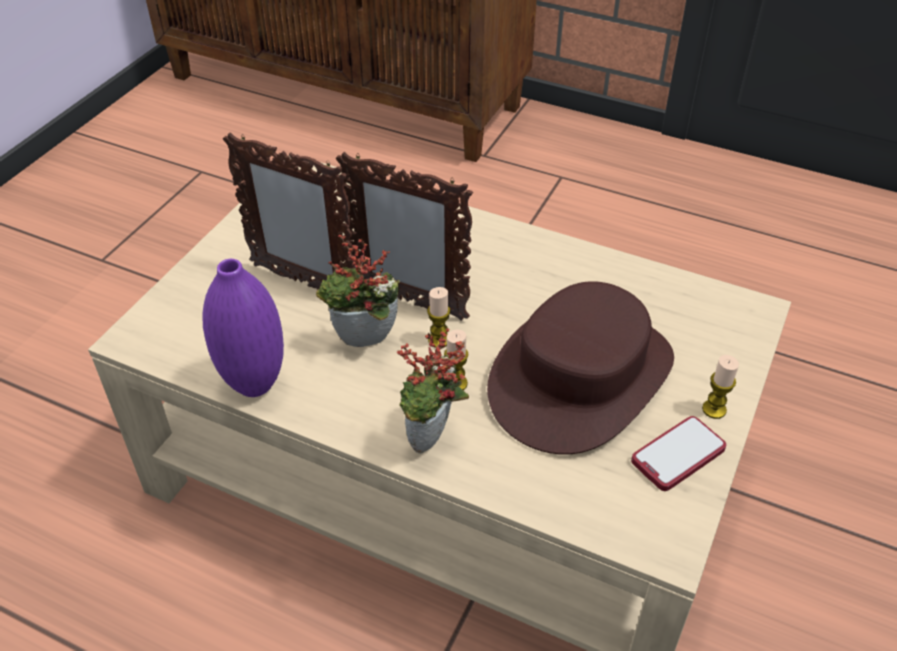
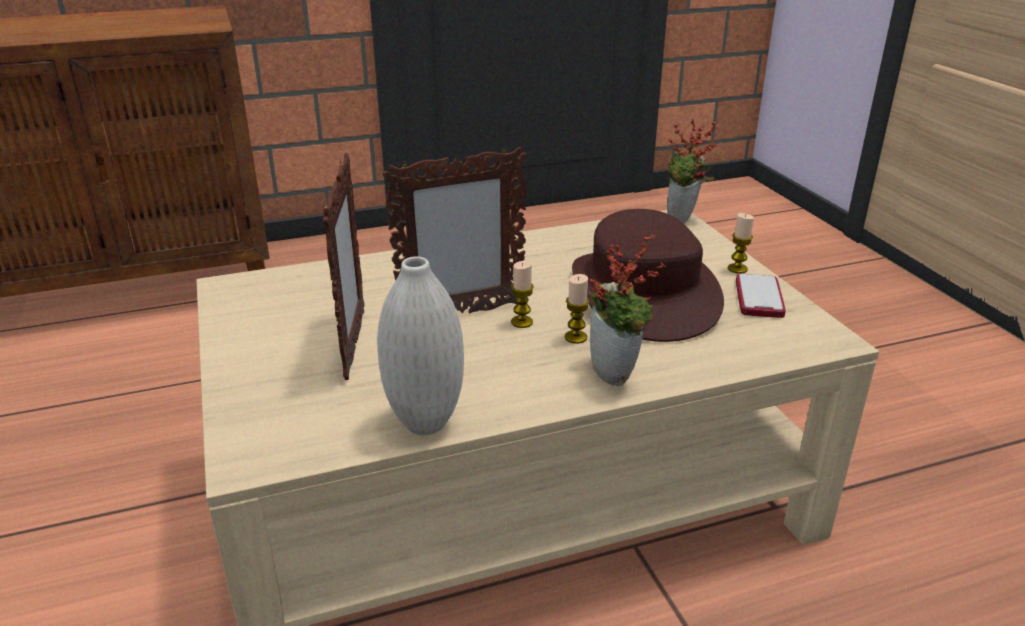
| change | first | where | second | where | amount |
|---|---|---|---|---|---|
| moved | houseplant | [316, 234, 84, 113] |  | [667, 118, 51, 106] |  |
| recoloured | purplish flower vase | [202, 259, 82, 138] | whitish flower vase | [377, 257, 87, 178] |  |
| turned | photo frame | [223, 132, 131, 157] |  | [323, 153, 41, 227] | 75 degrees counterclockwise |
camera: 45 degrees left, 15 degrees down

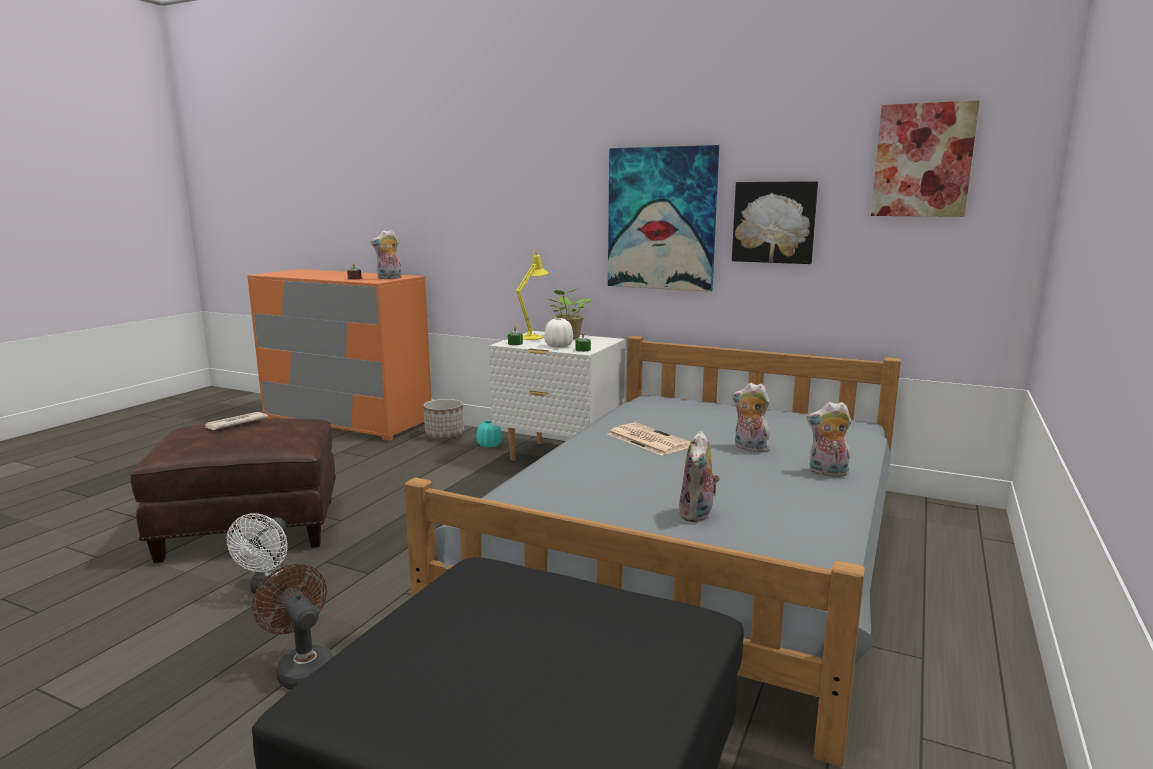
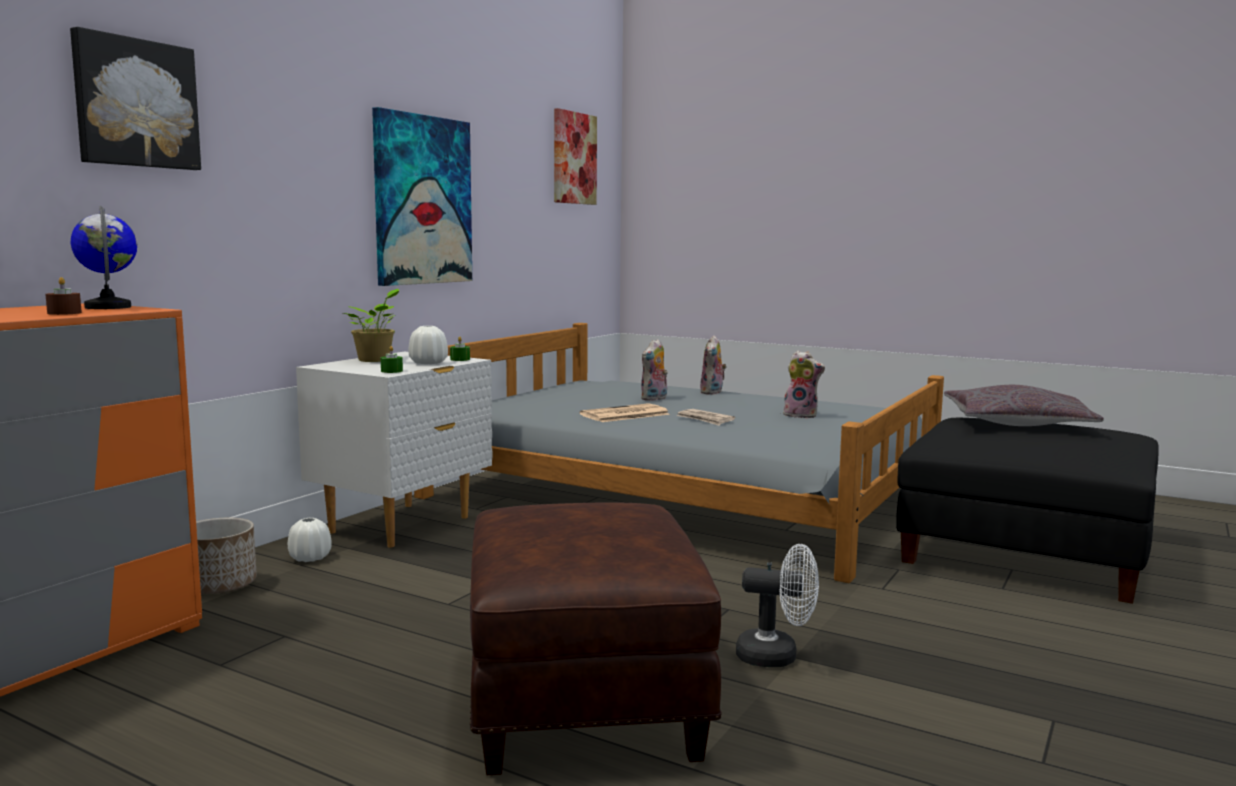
| change | first | where | second | where | amount |
|---|---|---|---|---|---|
| removed | brown-coloured cooling fan | [252, 564, 82, 126] |  |  |  |
| removed | yellowish lamp for a table | [516, 251, 33, 89] |  |  |  |
| added |  |  | gray pillow | [944, 385, 160, 41] |  |
| moved | newspaper | [203, 412, 65, 18] |  | [676, 409, 59, 17] |  |
| moved | wall art | [732, 181, 86, 83] |  | [70, 27, 131, 143] |  |
| replaced | cuddly toy | [371, 230, 31, 49] | desk globe | [71, 206, 66, 103] |  |
| recoloured | turquoise flower vase | [476, 421, 26, 27] | whitish flower vase | [288, 518, 44, 44] |  |
camera: 85 degrees left, 5 degrees down

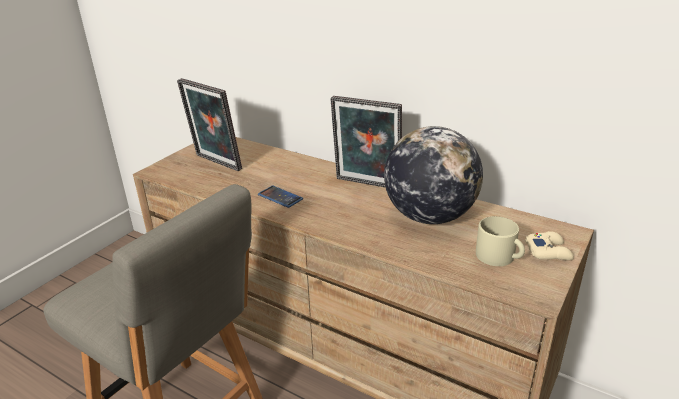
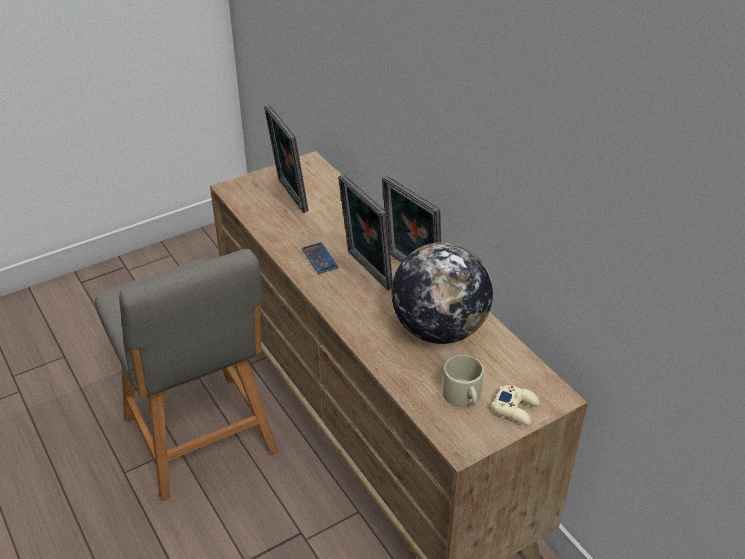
| change | first | where | second | where | amount |
|---|---|---|---|---|---|
| added |  |  | photo frame | [338, 174, 55, 117] |  |
camera: 25 degrees right, 10 degrees up

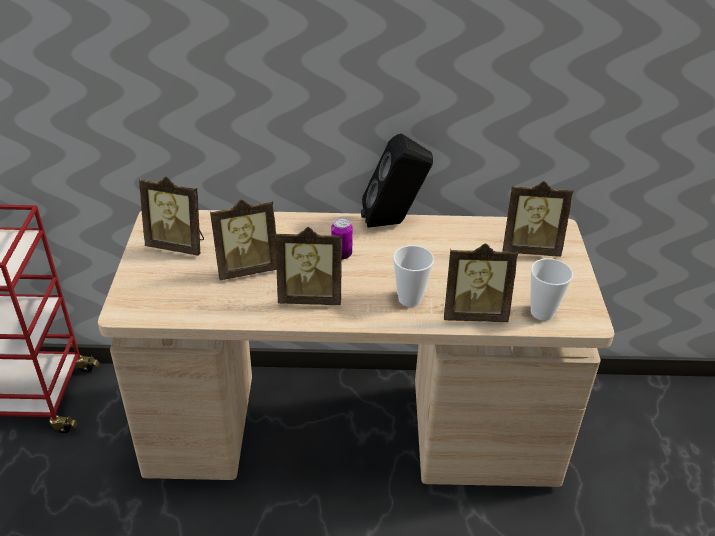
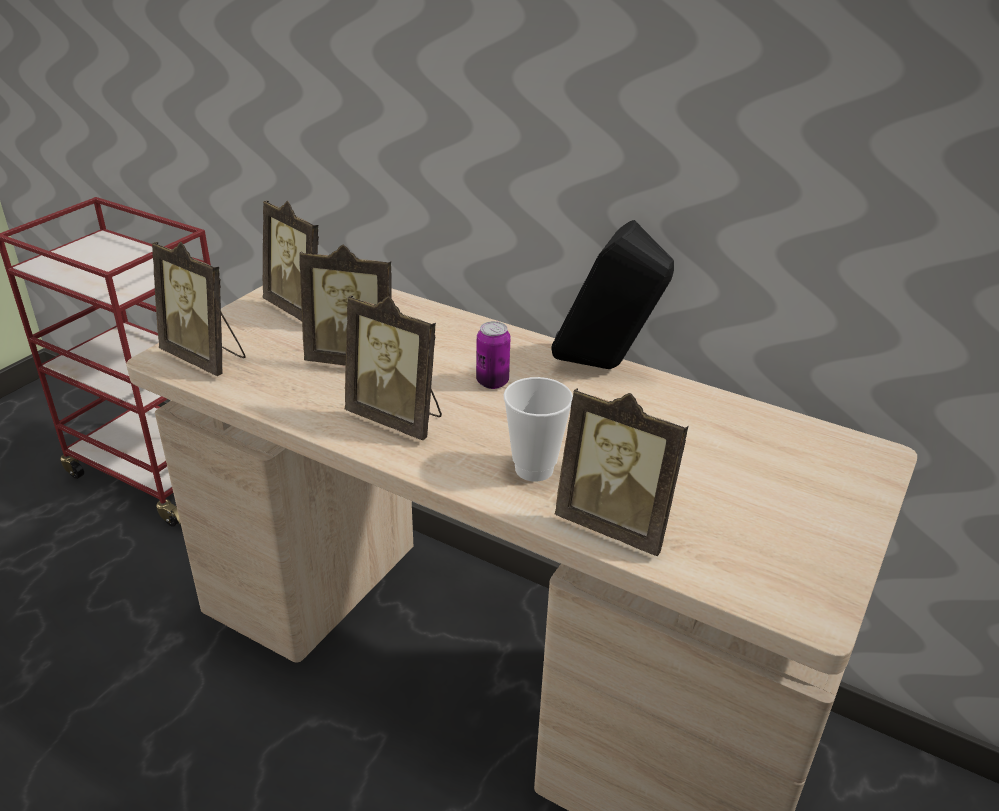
| change | first | where | second | where | amount |
|---|---|---|---|---|---|
| removed | drinking cup | [530, 258, 43, 63] |  |  |  |
| moved | photo frame | [503, 181, 71, 76] |  | [152, 242, 93, 134] |  |
camera: 30 degrees right, 5 degrees down

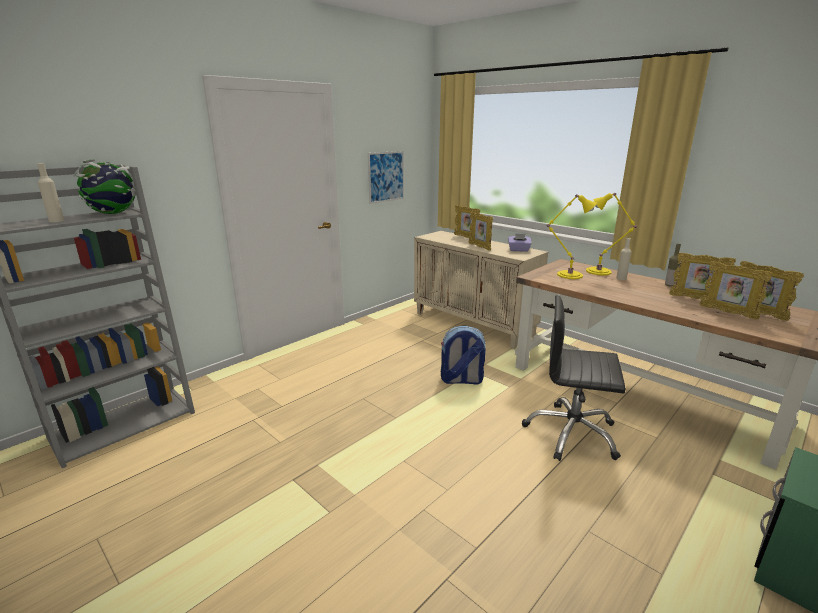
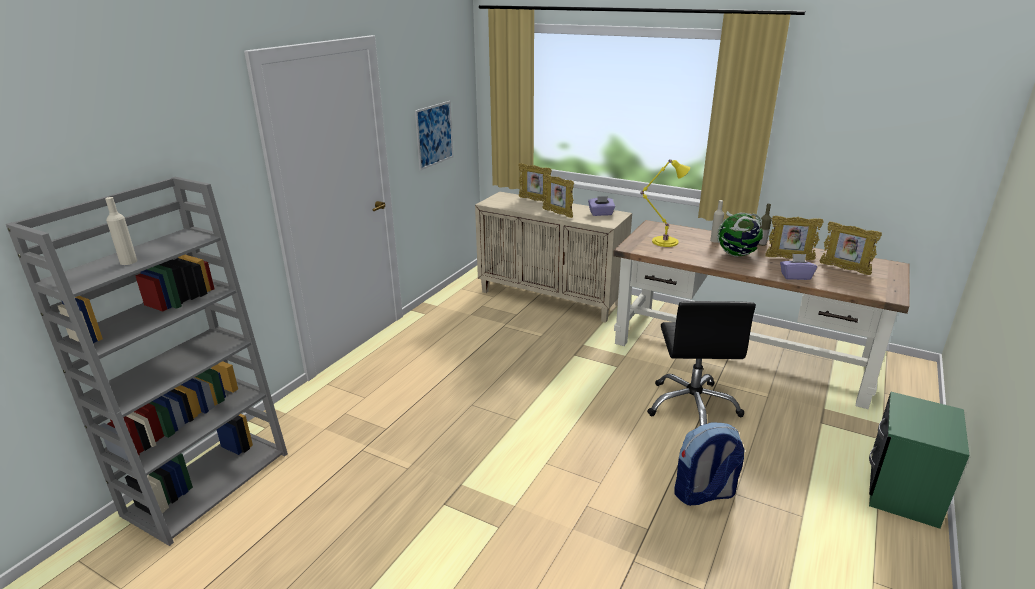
| change | first | where | second | where | amount |
|---|---|---|---|---|---|
| removed | yellowish lamp for a table | [586, 193, 52, 82] |  |  |  |
| removed | photo frame | [700, 261, 73, 59] |  |  |  |
| added |  |  | purplish box of tissues | [780, 254, 37, 26] |  |
| moved | desk globe | [74, 159, 62, 55] |  | [718, 211, 45, 46] |  |
| moved | rucksack | [441, 325, 45, 60] |  | [674, 422, 71, 84] |  |
| turned | blackish desk chair | [522, 295, 104, 166] |  | [647, 301, 109, 125] | 90 degrees counterclockwise |
camera: 15 degrees left, 5 degrees up

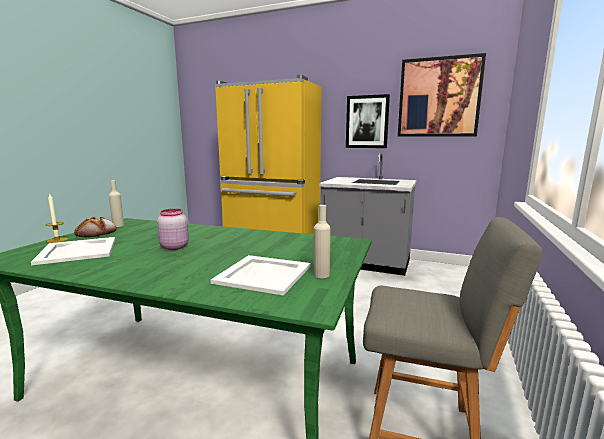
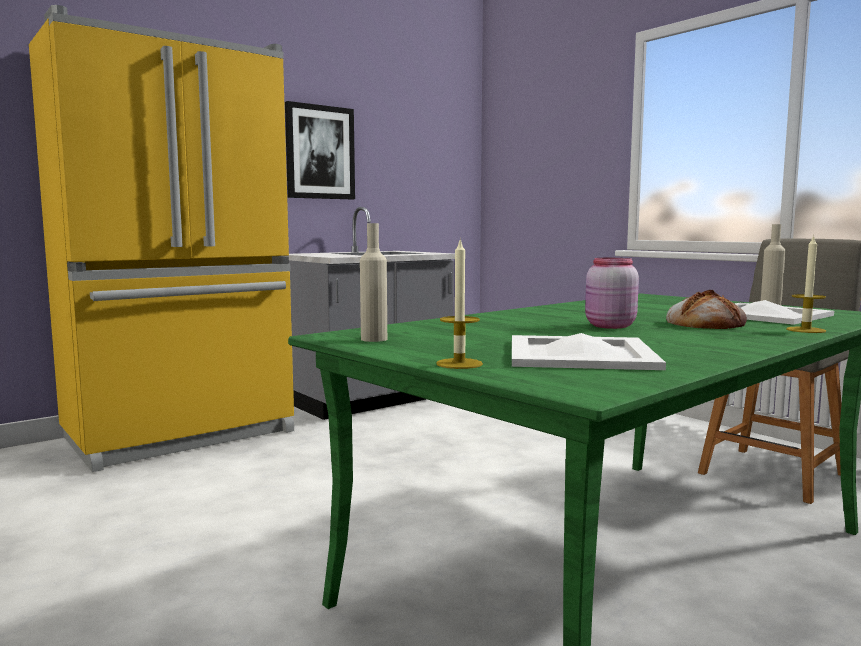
| change | first | where | second | where | amount |
|---|---|---|---|---|---|
| removed | wall art | [398, 53, 88, 84] |  |  |  |
| added |  |  | candle | [786, 235, 40, 98] |  |
| moved | bakery bread | [74, 216, 43, 21] |  | [666, 290, 81, 39] |  |
camera: 60 degrees left, 5 degrees down

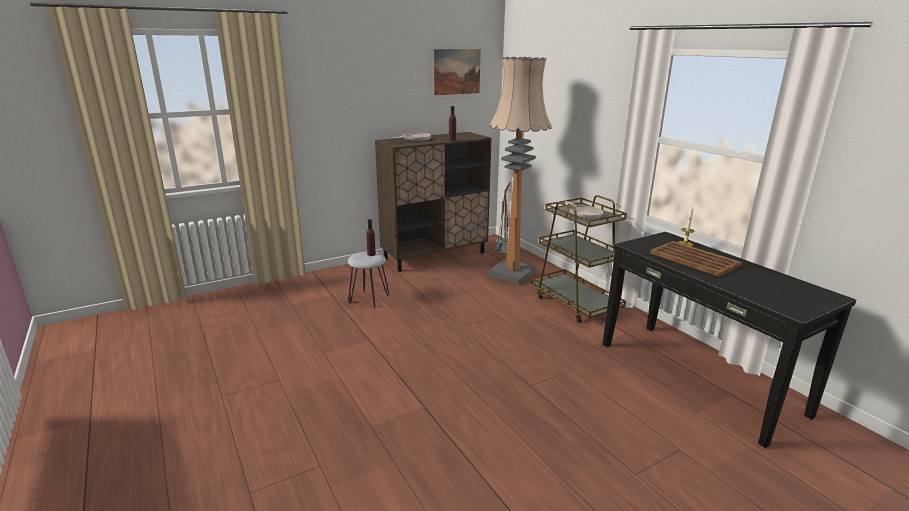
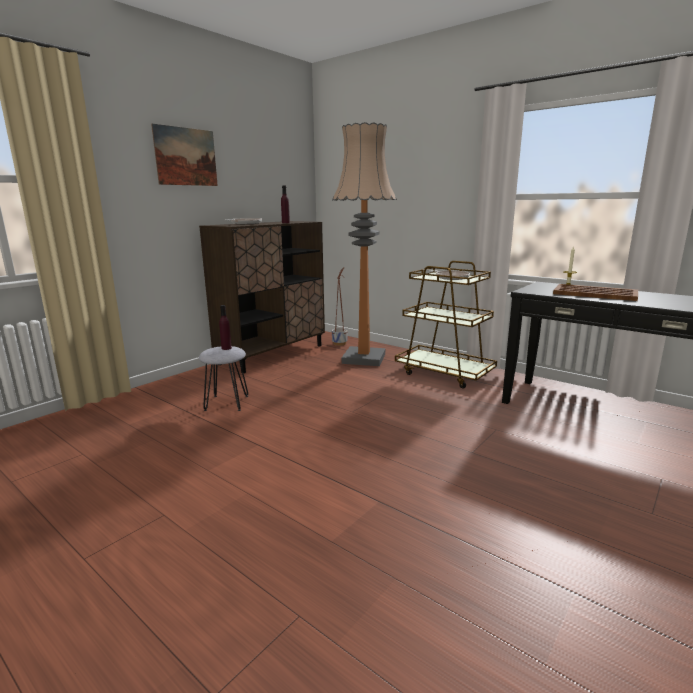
| change | first | where | second | where | amount |
|---|---|---|---|---|---|
| moved | wall art | [433, 49, 48, 46] |  | [151, 124, 67, 62] |  |
camera: 20 degrees left, 5 degrees down

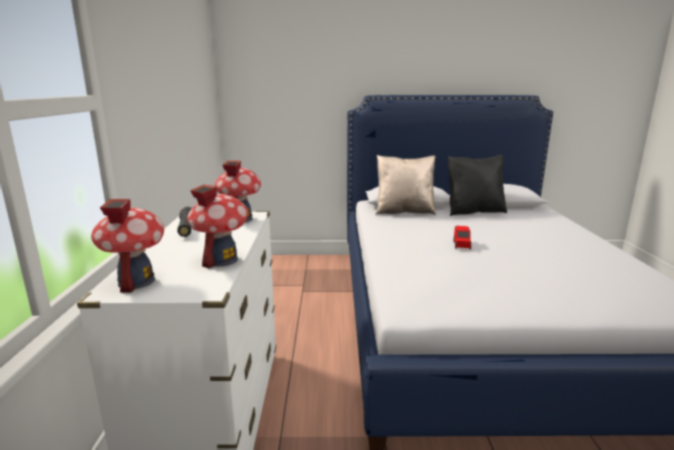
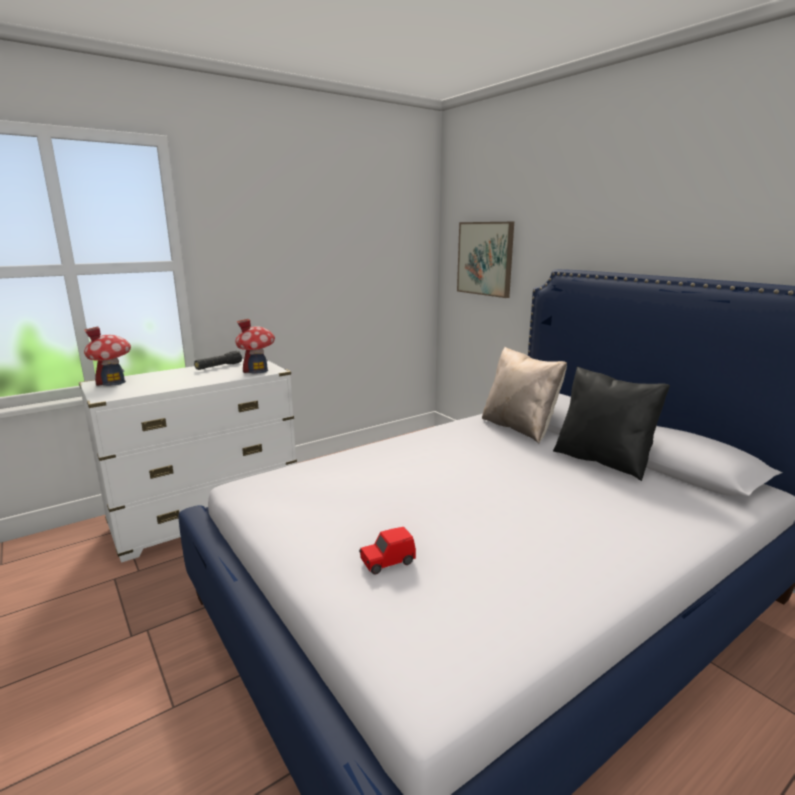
| change | first | where | second | where | amount |
|---|---|---|---|---|---|
| removed | toy house | [187, 184, 61, 84] |  |  |  |
| added |  |  | wall art | [457, 222, 57, 76] |  |
| moved | reddish model car | [453, 226, 18, 24] |  | [359, 527, 57, 47] |  |
camera: 55 degrees right, 0 degrees up

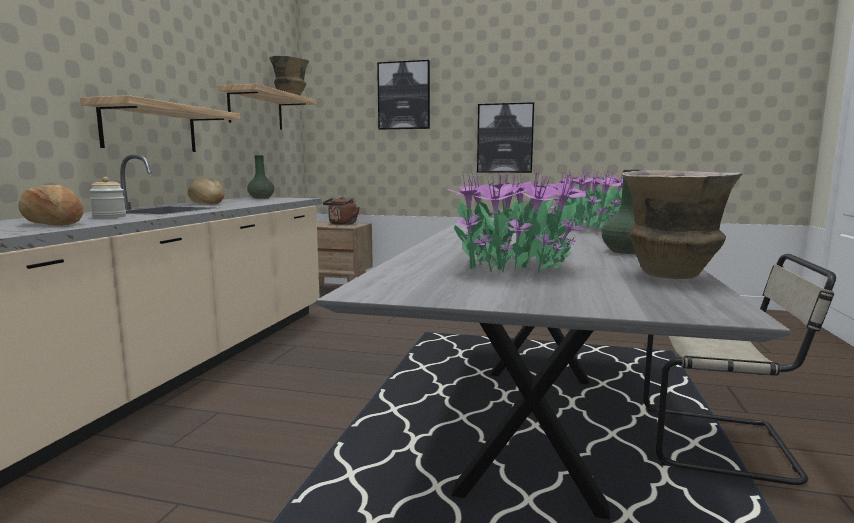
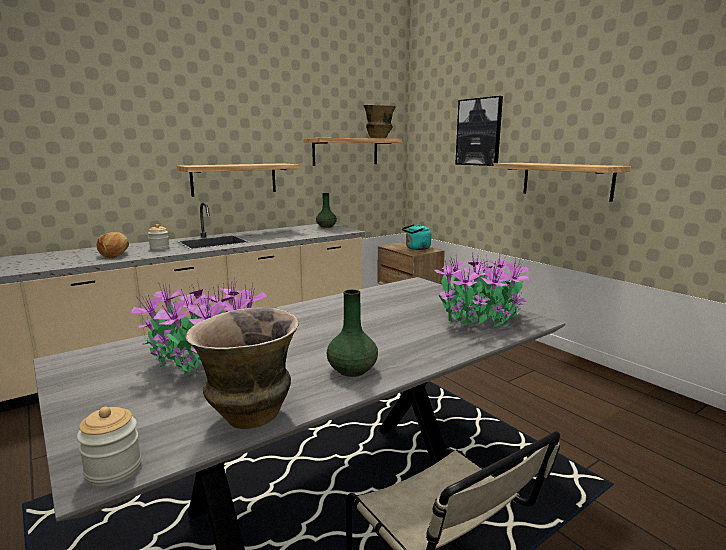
| change | first | where | second | where | amount |
|---|---|---|---|---|---|
| removed | bakery bread | [188, 179, 36, 26] |  |  |  |
| added |  |  | preserve jar | [77, 407, 65, 80] |  |
| replaced | wall art | [477, 102, 57, 71] | bracket shelf | [493, 163, 138, 39] |  |
| recoloured | brown-coloured kettle | [323, 197, 37, 28] | turquoise kettle | [402, 224, 29, 26] |  |
camera: 40 degrees right, 5 degrees up

